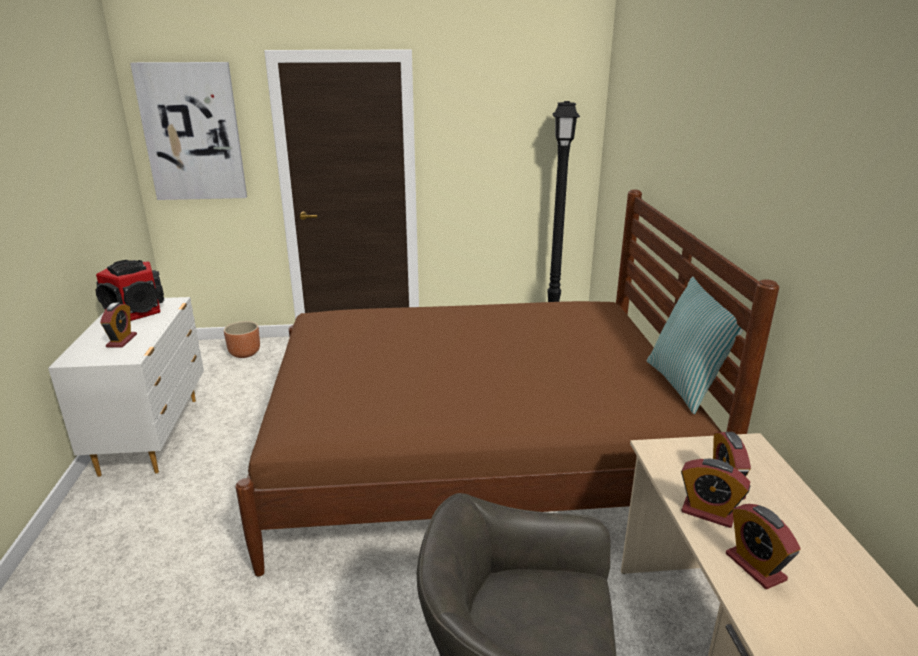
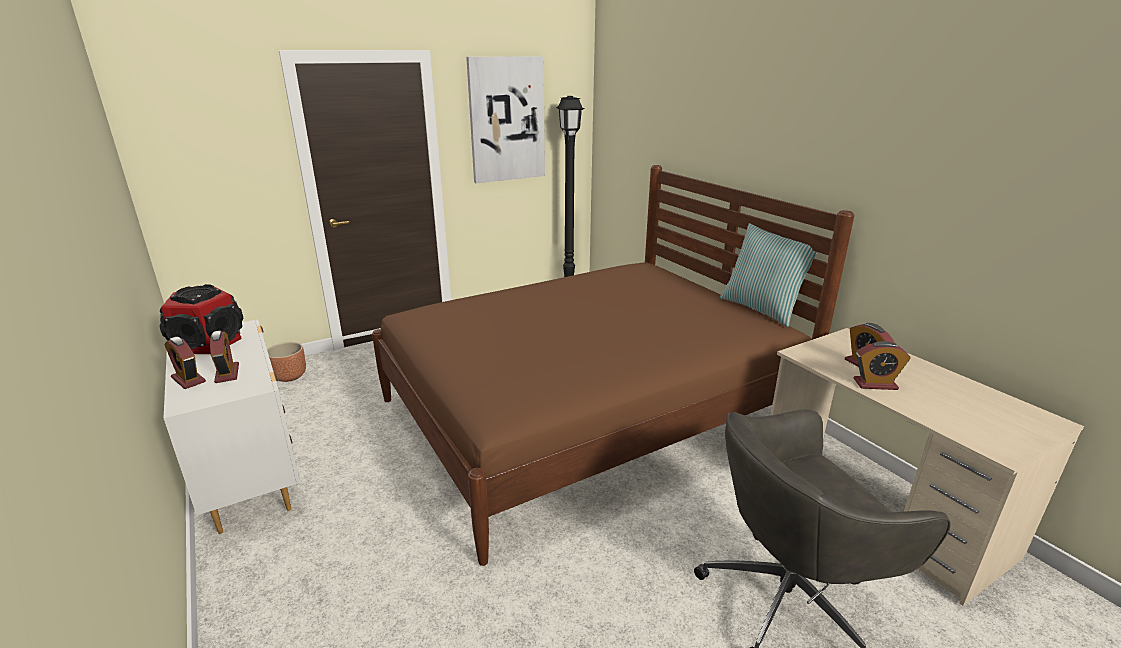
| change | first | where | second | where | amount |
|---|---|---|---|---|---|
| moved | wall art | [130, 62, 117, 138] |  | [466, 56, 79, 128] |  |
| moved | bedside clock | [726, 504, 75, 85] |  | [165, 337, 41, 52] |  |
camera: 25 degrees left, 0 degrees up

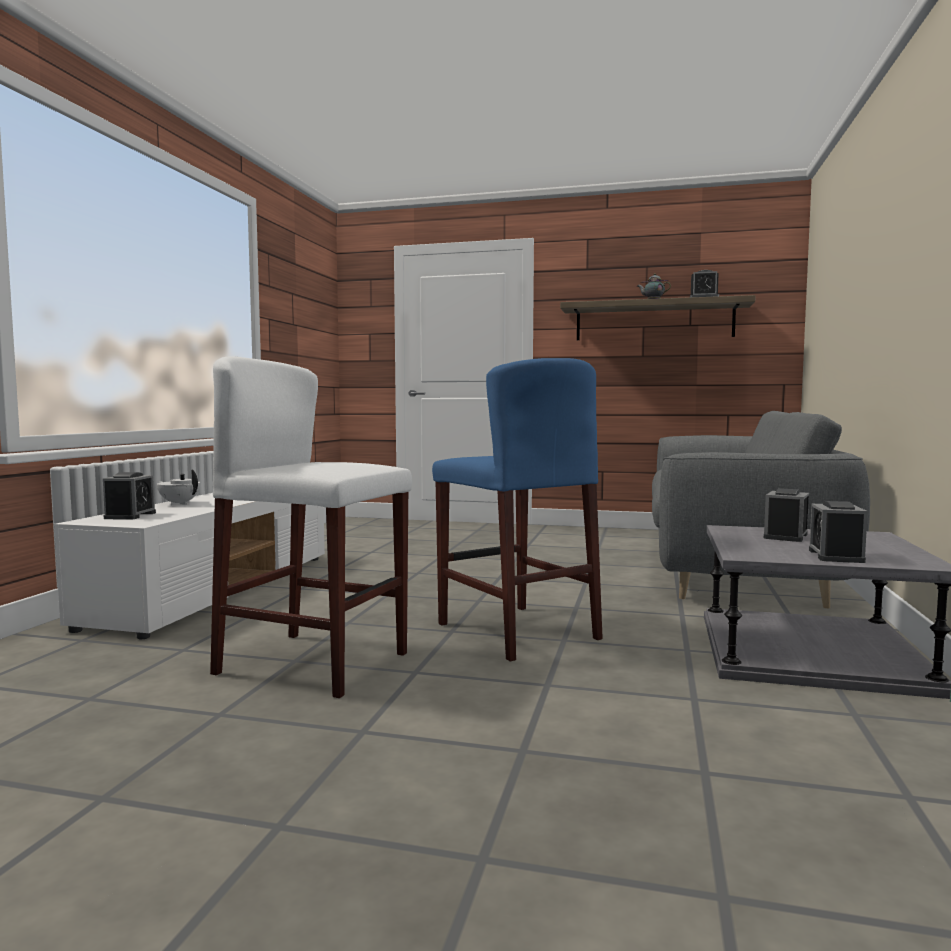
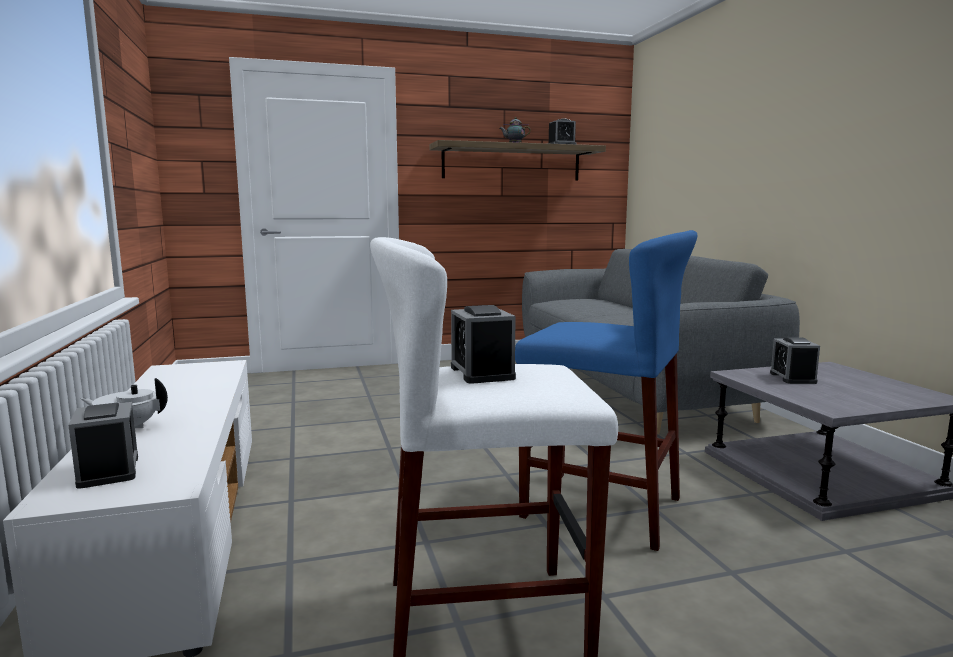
| change | first | where | second | where | amount |
|---|---|---|---|---|---|
| moved | bedside clock | [809, 501, 59, 62] |  | [451, 305, 65, 79] |  |
camera: 30 degrees left, 5 degrees up

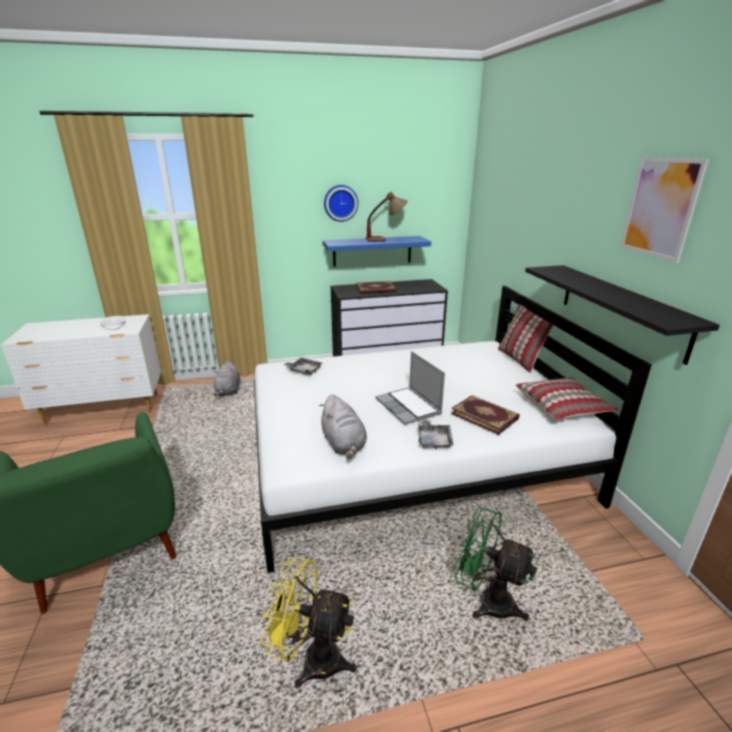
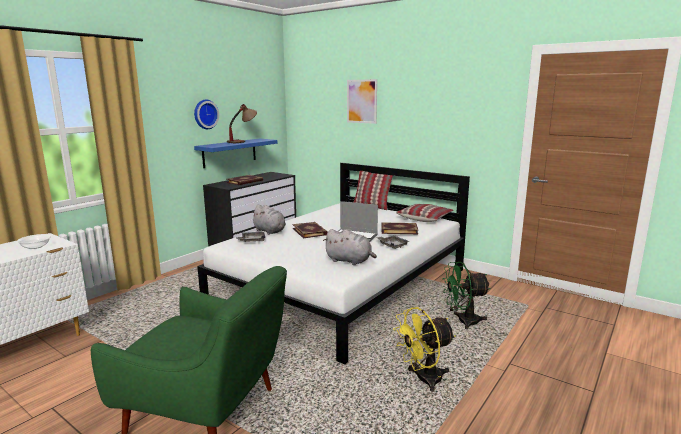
| change | first | where | second | where | amount |
|---|---|---|---|---|---|
| removed | blackish bracket shelf | [525, 265, 195, 100] |  |  |  |
| added |  |  | bound book | [292, 222, 36, 17] |  |
| moved | gray cuddly toy | [213, 361, 27, 35] |  | [251, 204, 35, 31] |  |
| moved | wall art | [620, 157, 89, 106] |  | [347, 79, 30, 45] |  |
camera: 40 degrees left, 10 degrees down

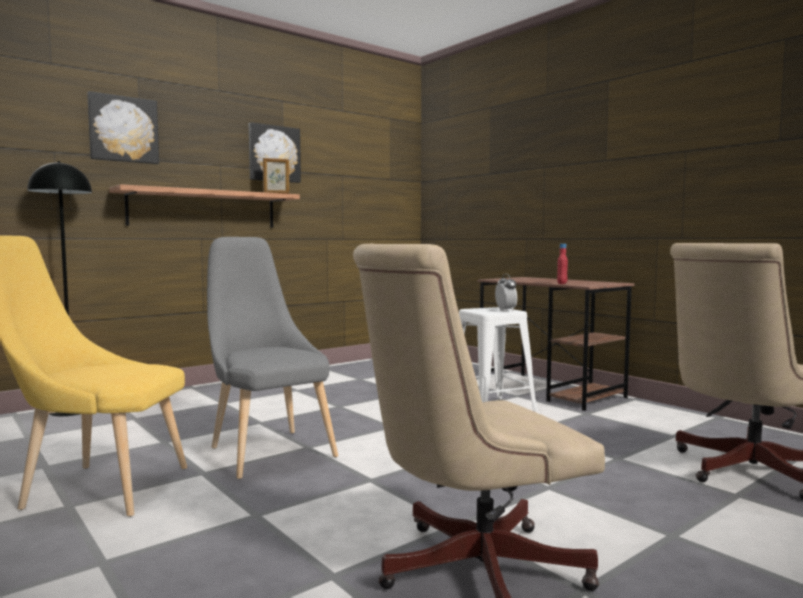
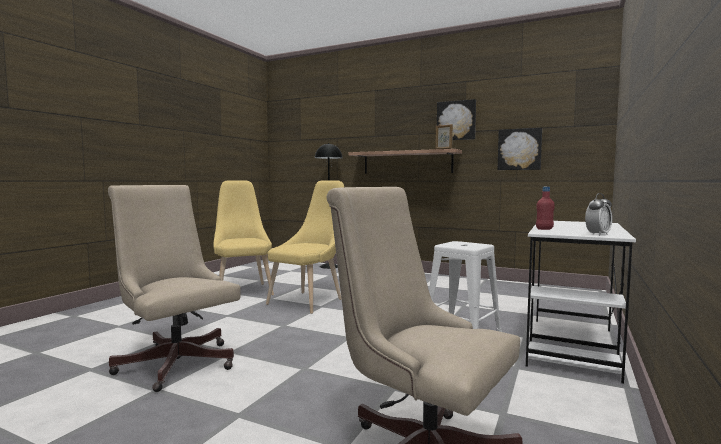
| change | first | where | second | where | amount |
|---|---|---|---|---|---|
| moved | wall art | [87, 91, 72, 73] |  | [498, 128, 44, 42] |  |
| moved | bedside clock | [495, 273, 22, 38] |  | [585, 193, 27, 43] |  |
| recoloured | gray chair | [207, 237, 131, 242] | yellowish chair | [266, 180, 78, 134] |  |
| recoloured | brown-coloured desk | [478, 277, 157, 134] | whitish desk | [526, 221, 110, 163] |  |
camera: 65 degrees right, 0 degrees up

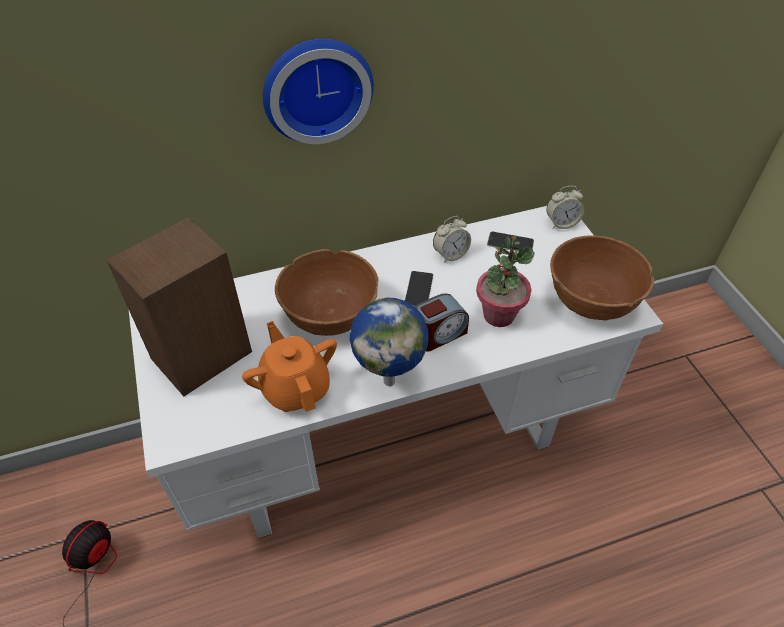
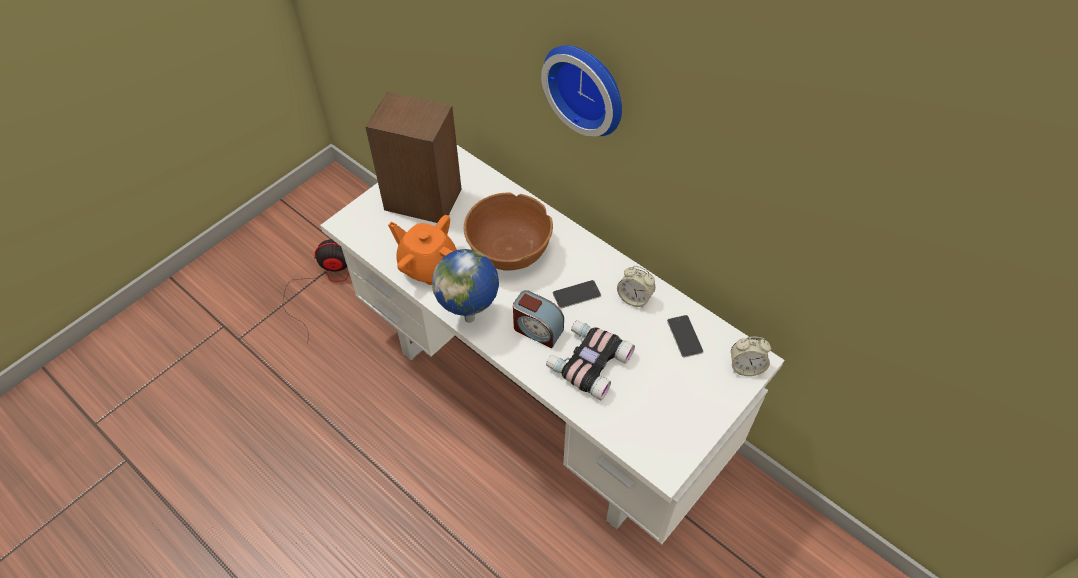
| change | first | where | second | where | amount |
|---|---|---|---|---|---|
| removed | brown-coloured bowl | [550, 235, 104, 86] |  |  |  |
| replaced | houseplant | [476, 236, 59, 91] | binoculars | [546, 320, 89, 80] |  |
| turned | orange-coloured tea pot | [242, 321, 95, 91] |  | [388, 215, 69, 70] | 90 degrees counterclockwise |
| turned | bedside clock | [546, 186, 38, 43] |  | [731, 337, 40, 39] | 45 degrees counterclockwise |
camera: 60 degrees right, 5 degrees up

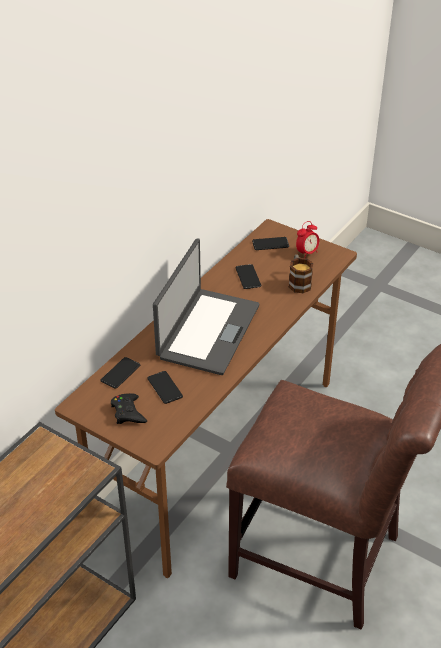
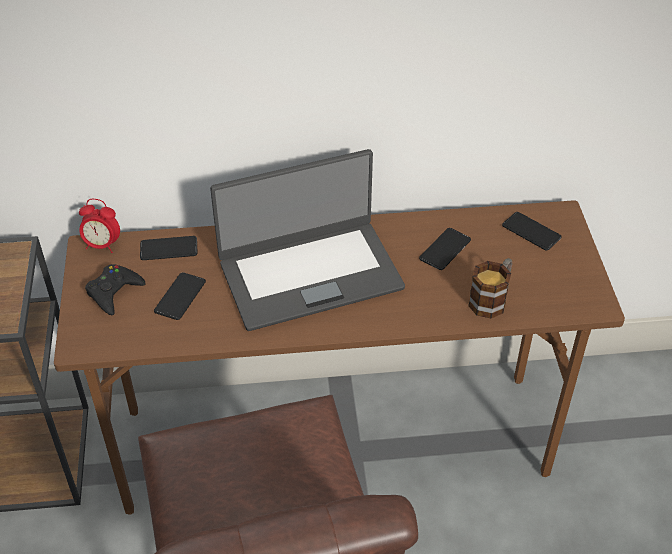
| change | first | where | second | where | amount |
|---|---|---|---|---|---|
| moved | bedside clock | [296, 221, 24, 36] |  | [79, 199, 41, 54] |  |
camera: 50 degrees right, 5 degrees up

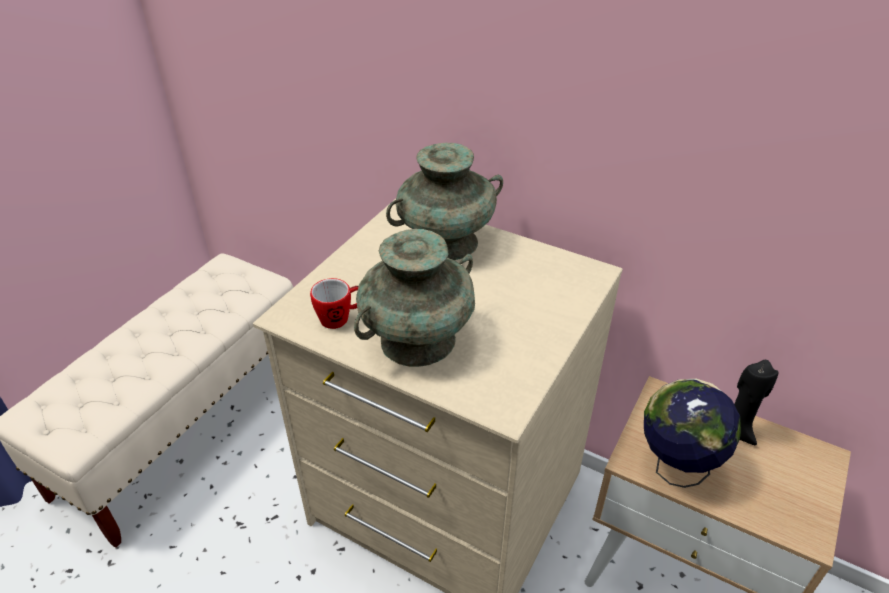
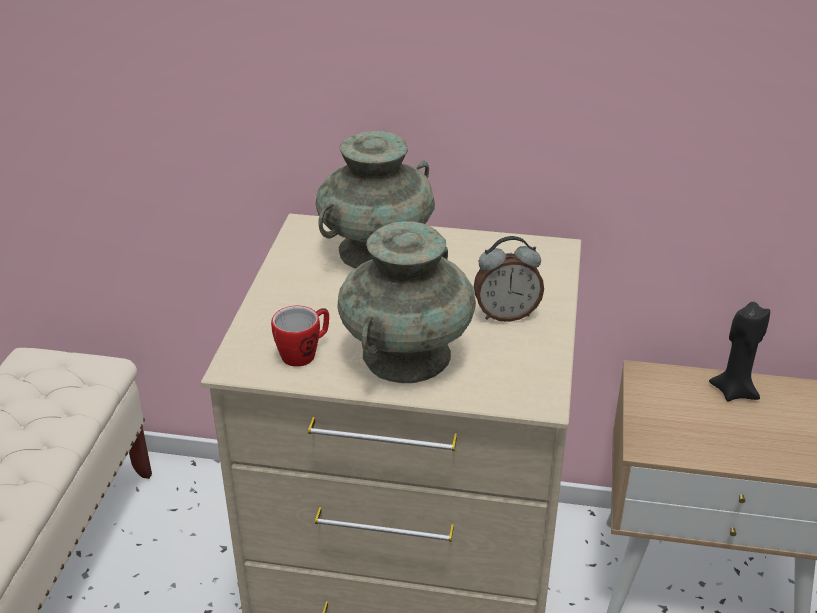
| change | first | where | second | where | amount |
|---|---|---|---|---|---|
| removed | desk globe | [644, 379, 97, 109] |  |  |  |
| added |  |  | bedside clock | [474, 236, 70, 86] |  |
camera: 20 degrees left, 5 degrees down

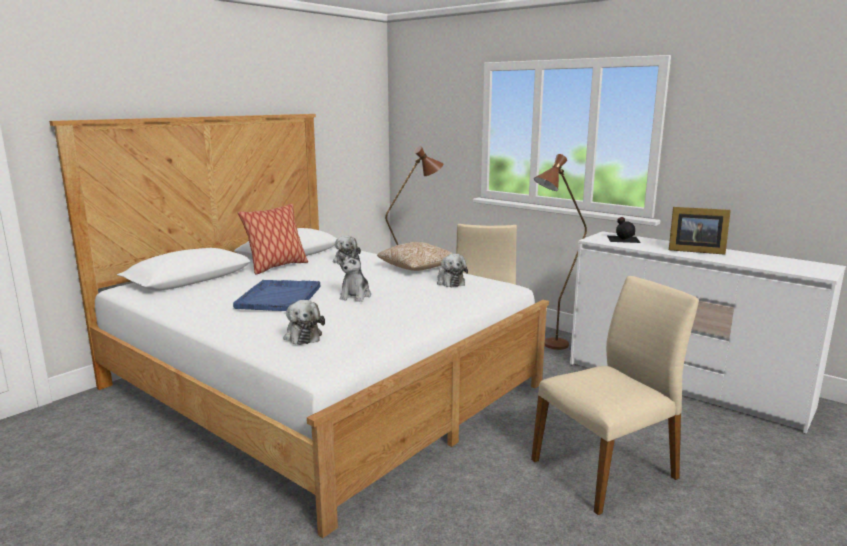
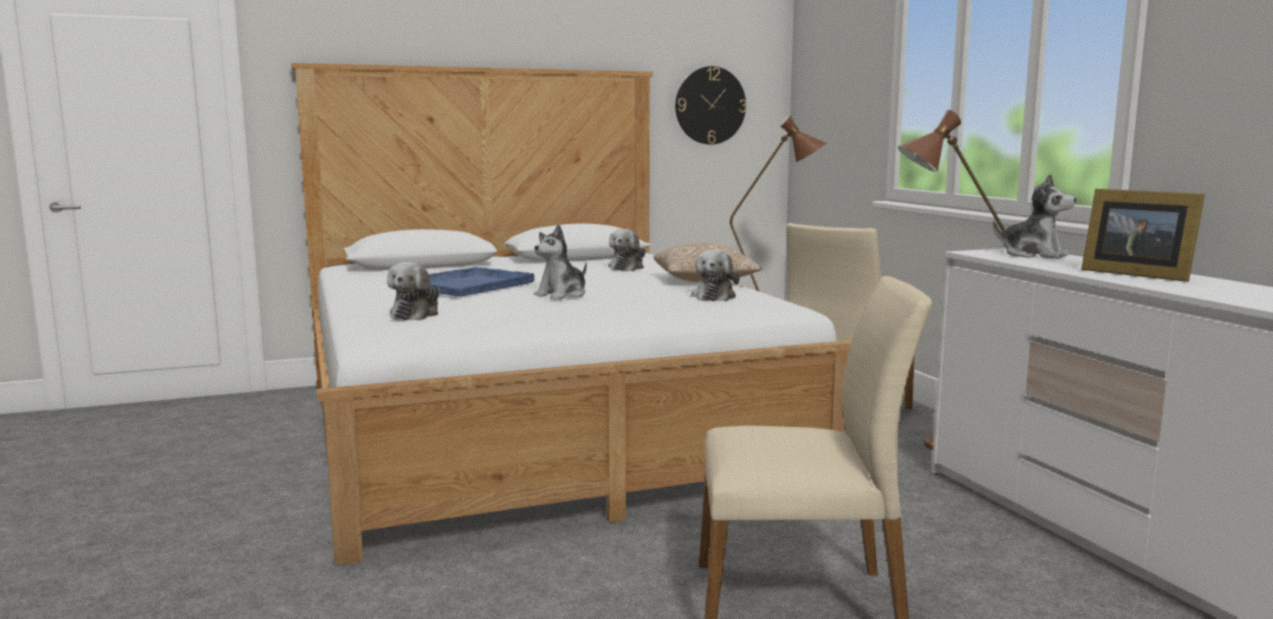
| change | first | where | second | where | amount |
|---|---|---|---|---|---|
| removed | pillow | [238, 204, 70, 70] |  |  |  |
| added |  |  | hanging clock | [675, 66, 72, 78] |  |
| replaced | blackish bottle | [607, 217, 34, 26] | cuddly toy | [993, 174, 83, 85] |  |
camera: 30 degrees right, 5 degrees down

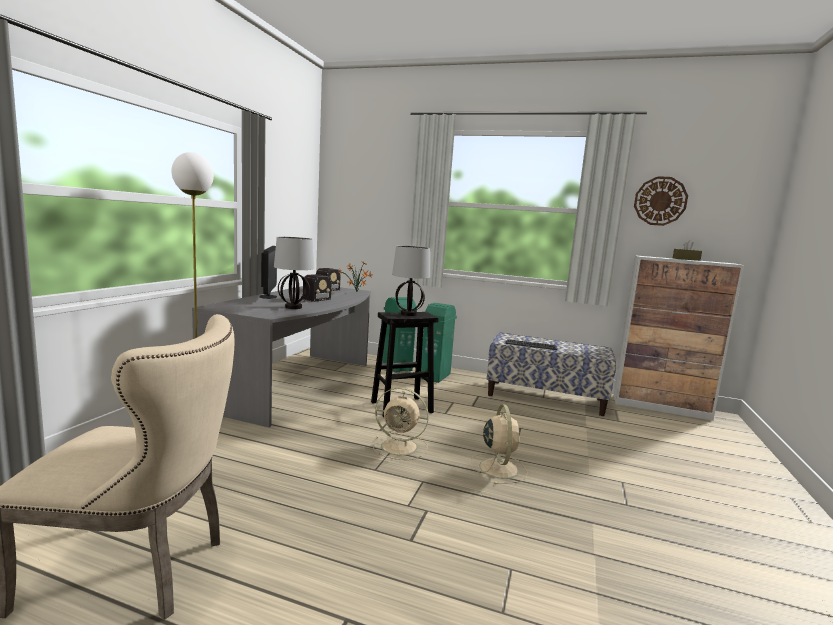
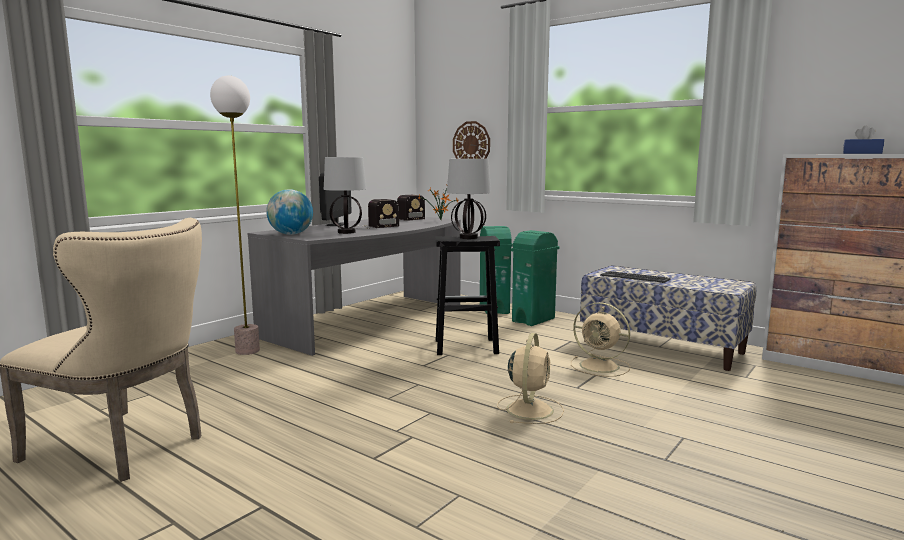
| change | first | where | second | where | amount |
|---|---|---|---|---|---|
| added |  |  | desk globe | [266, 189, 47, 46] |  |
| moved | beige cooling fan | [373, 387, 56, 73] |  | [571, 302, 59, 75] |  |
| moved | hanging clock | [634, 176, 54, 50] |  | [453, 121, 37, 38] |  |
| recoloured | brown-coloured box of tissues | [673, 240, 29, 21] | bluish box of tissues | [843, 126, 41, 28] |  |
camera: 20 degrees right, 0 degrees up

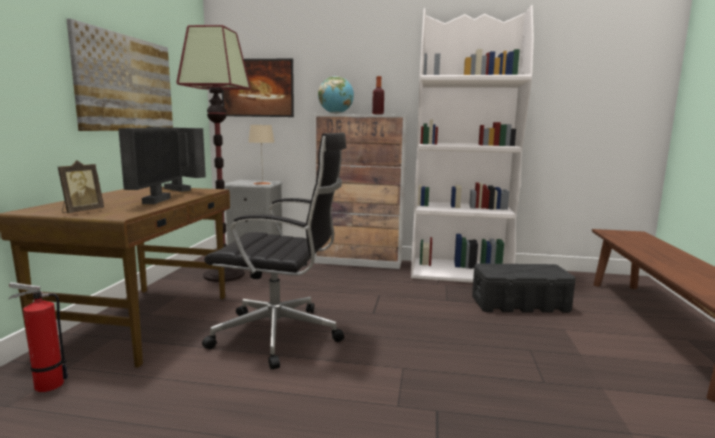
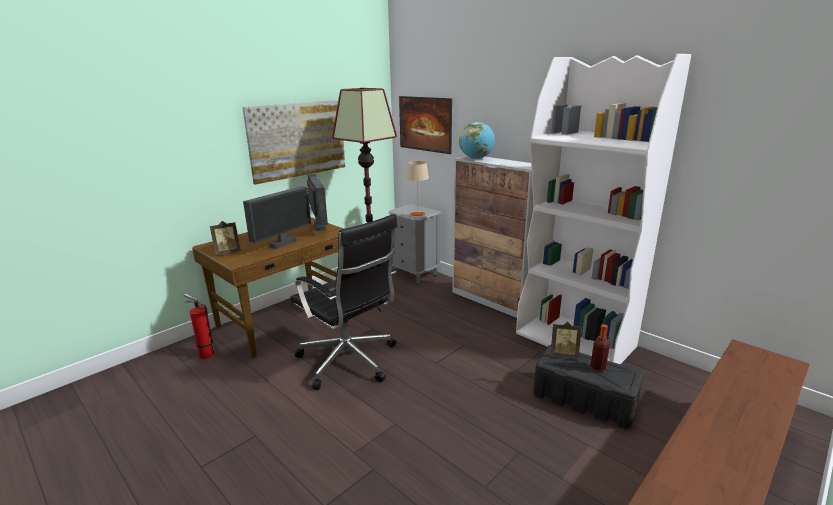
| change | first | where | second | where | amount |
|---|---|---|---|---|---|
| added |  |  | photo frame | [550, 322, 32, 36] |  |
| moved | bottle | [372, 76, 12, 38] |  | [590, 324, 20, 47] |  |
camera: 35 degrees right, 10 degrees up

